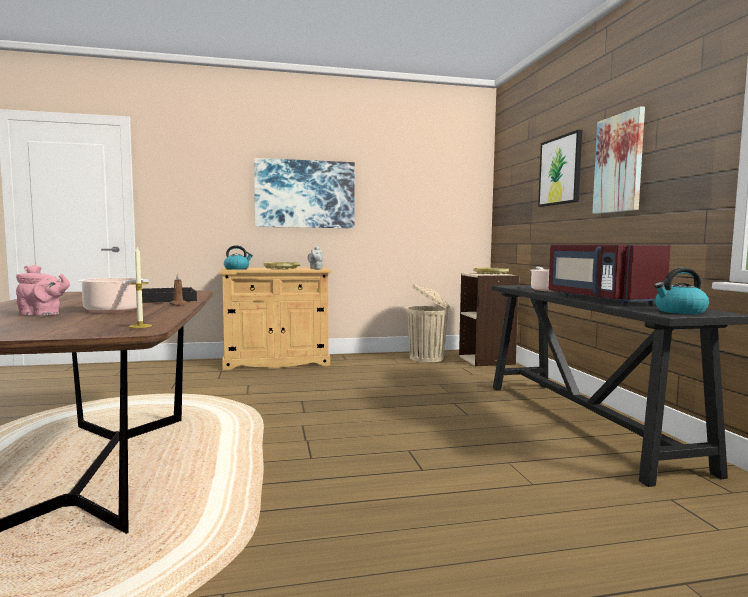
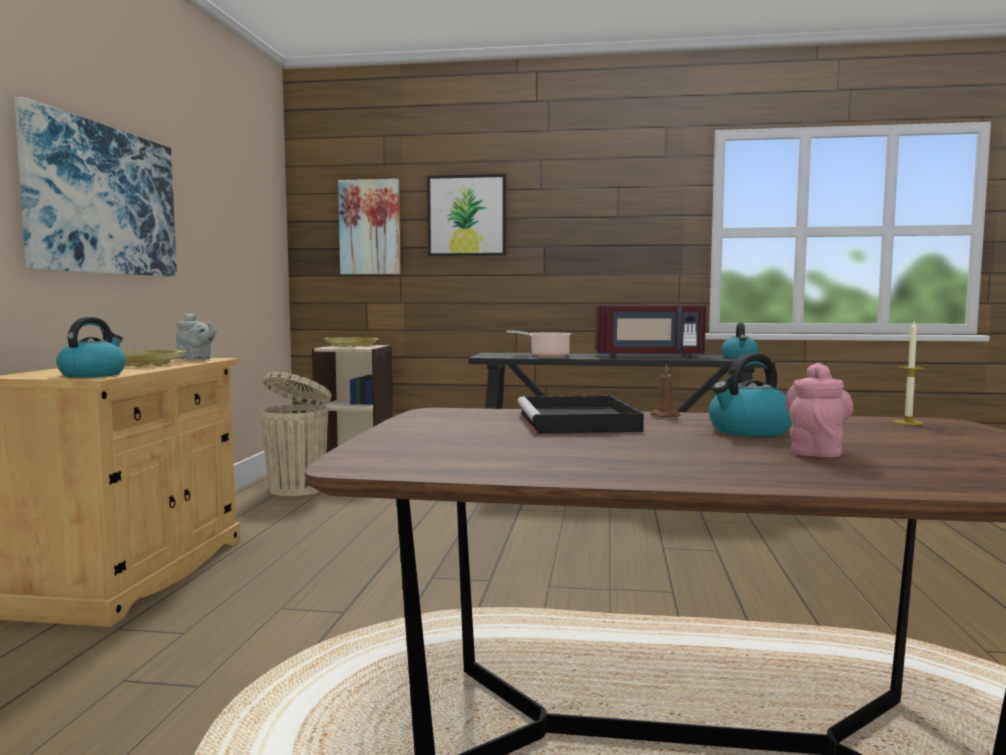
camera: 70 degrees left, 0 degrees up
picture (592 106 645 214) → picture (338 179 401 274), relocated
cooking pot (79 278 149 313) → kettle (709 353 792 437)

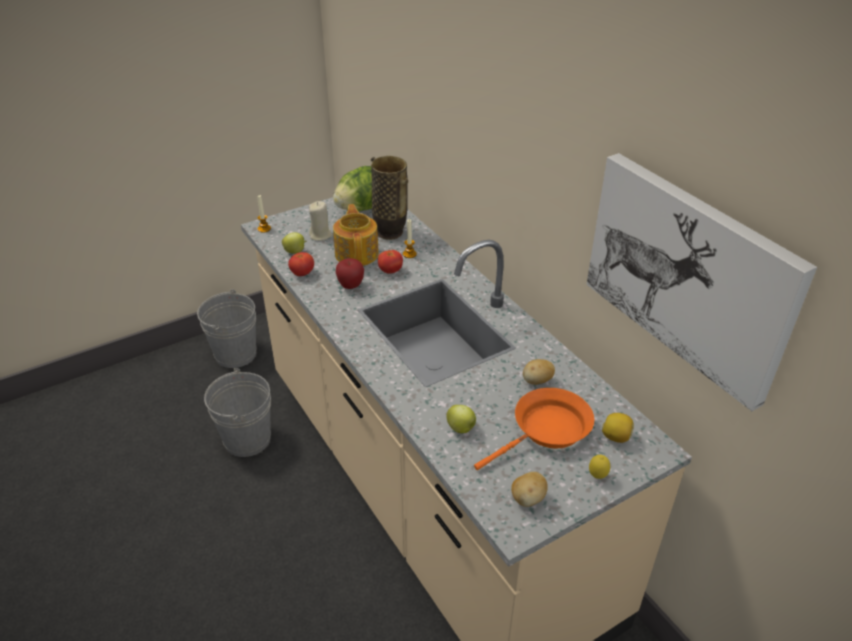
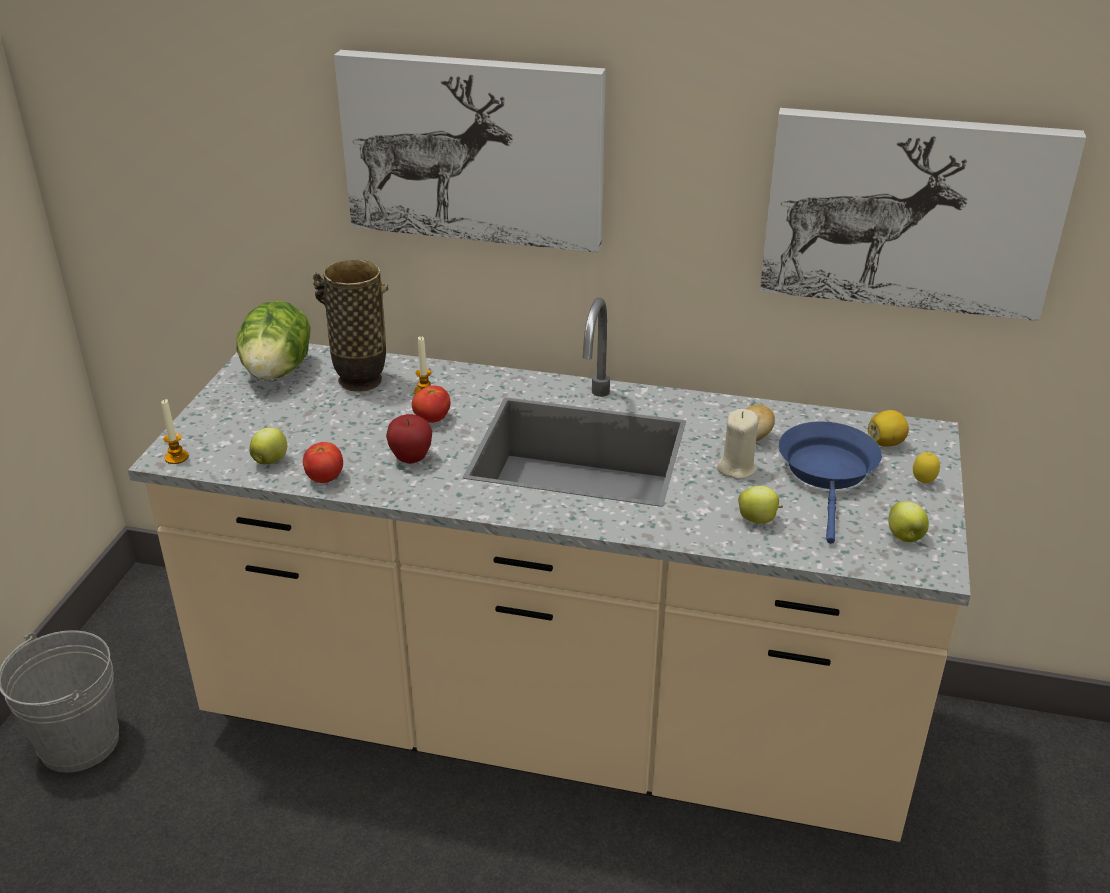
camera: 45 degrees left, 5 degrees down
beige candle (309 201 333 241) → beige candle (717 409 759 480), relocated
teapot (333 204 379 266) → -
grey bucket (204 368 271 457) → -
orange frying pan (474 388 594 470) → blue frying pan (779 421 882 544)
potato (511 472 548 507) → apple (888 501 929 542)
- → picture (334 50 606 253)

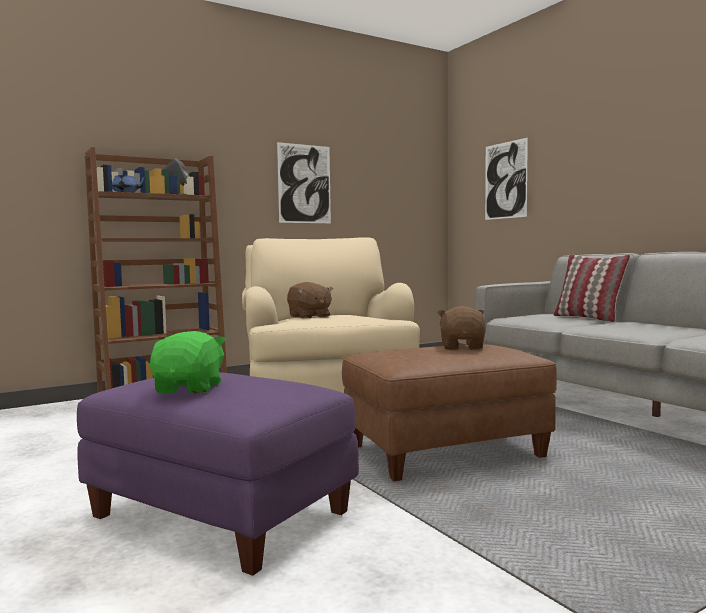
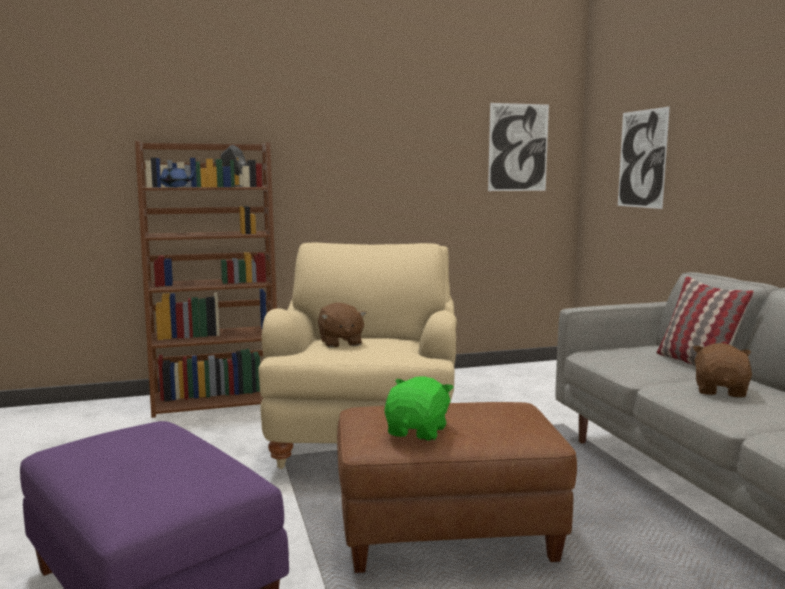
camera: 15 degrees right, 5 degrees up
picture (277 142 331 223) → picture (488 103 549 191), relocated
brown plush toy (437 306 486 350) → brown plush toy (693 343 752 398), relocated
green plush toy (150 331 227 394) → green plush toy (385 376 454 441), relocated

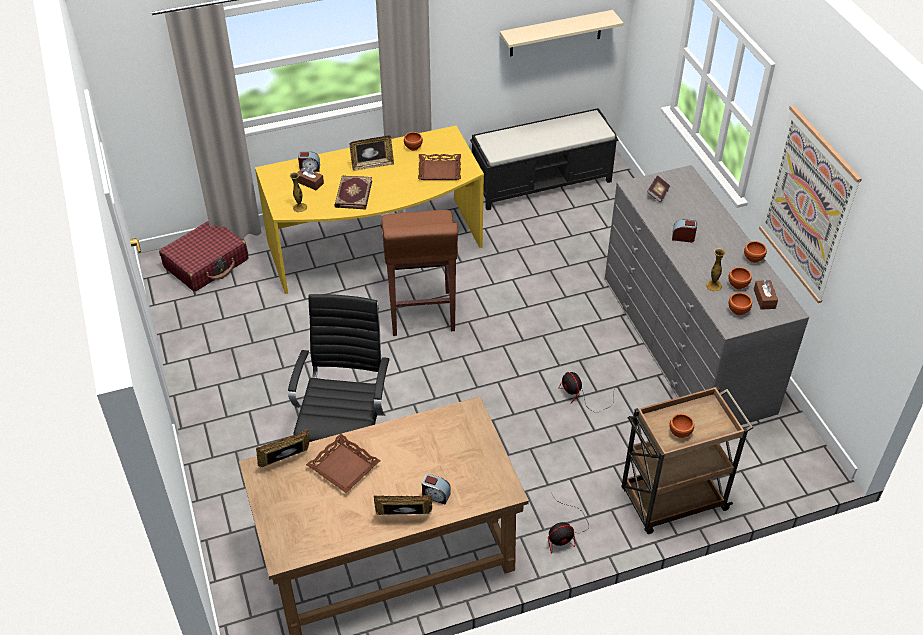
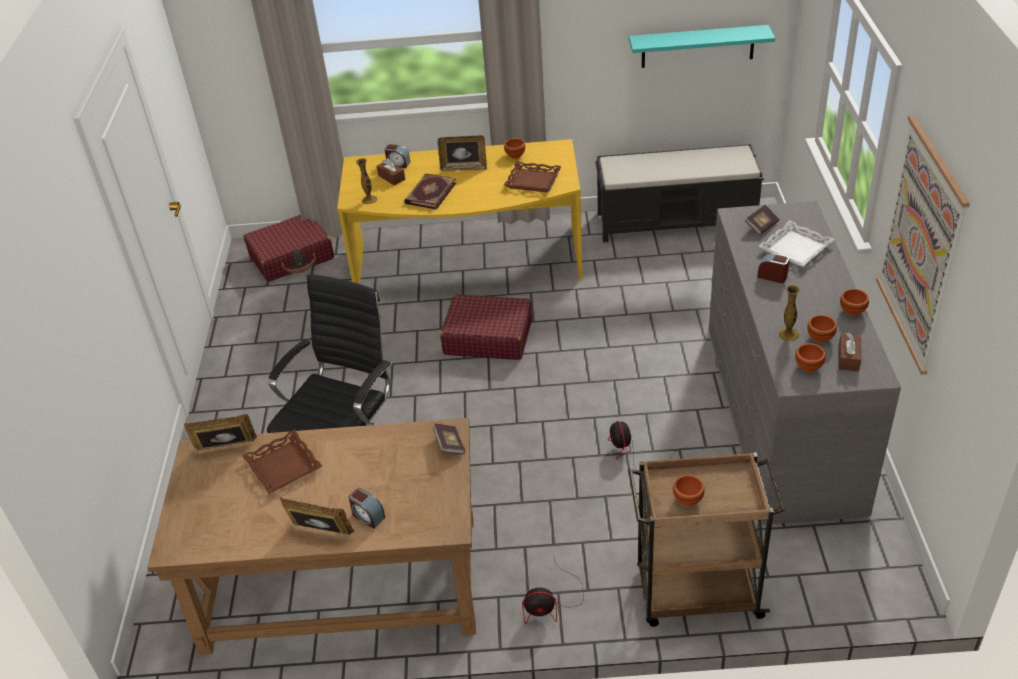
camera: 20 degrees right, 5 degrees down
beige shelf (500 10 623 56) → turquoise shelf (629 25 775 68)
brown stool (382 210 458 336) → red suitcase (440 295 532 360)
- → white tray (759 221 835 267)
- → book (433 423 465 454)

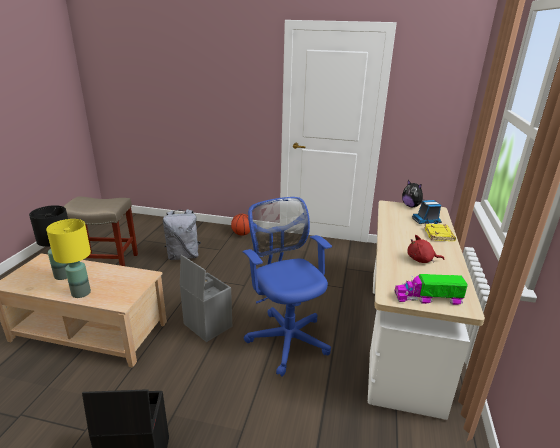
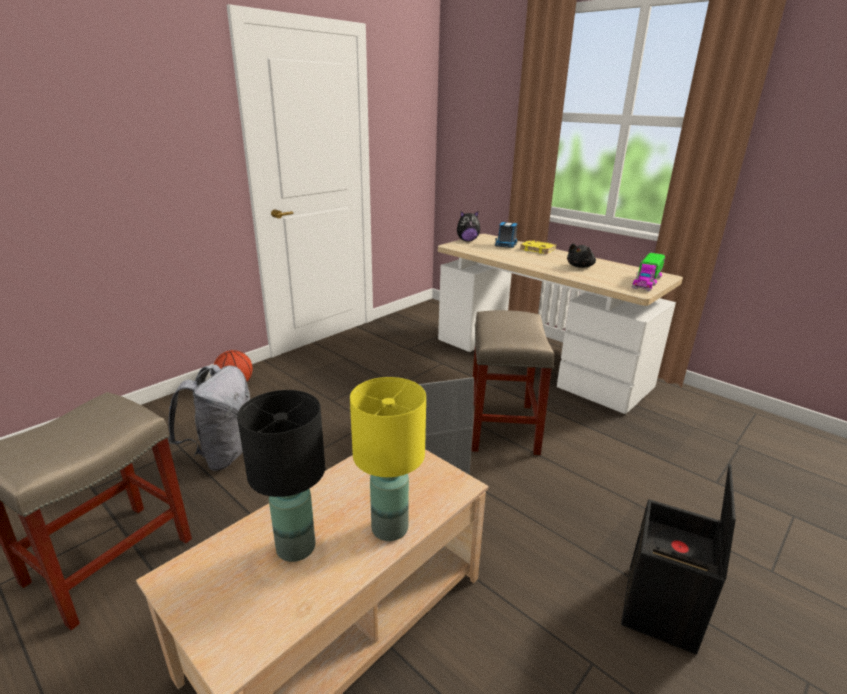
camera: 60 degrees left, 0 degrees up
blue office chair (242 197 332 377) → beige stool (471 310 554 455)
red plush toy (407 235 444 263) → black plush toy (567 243 596 268)

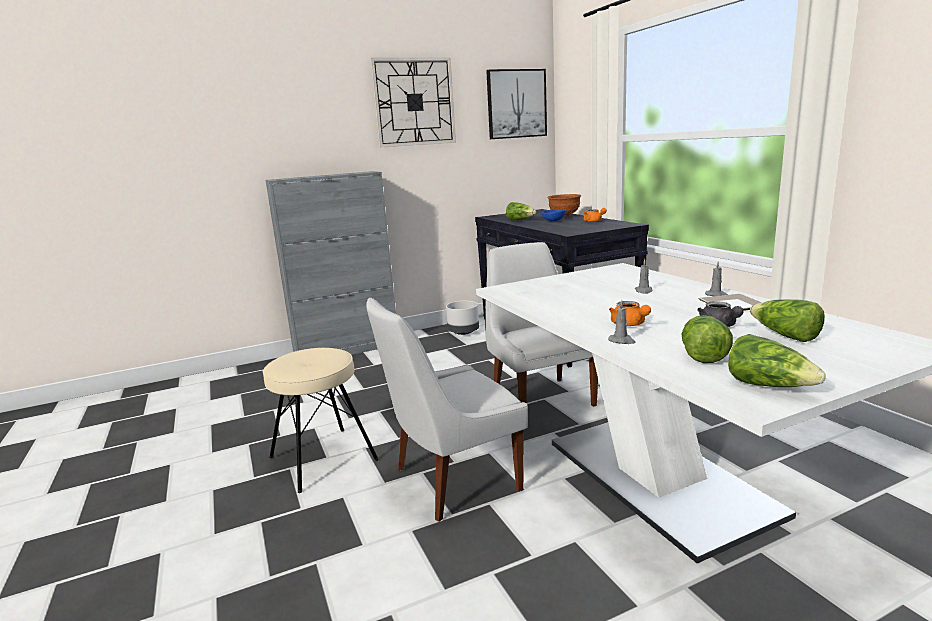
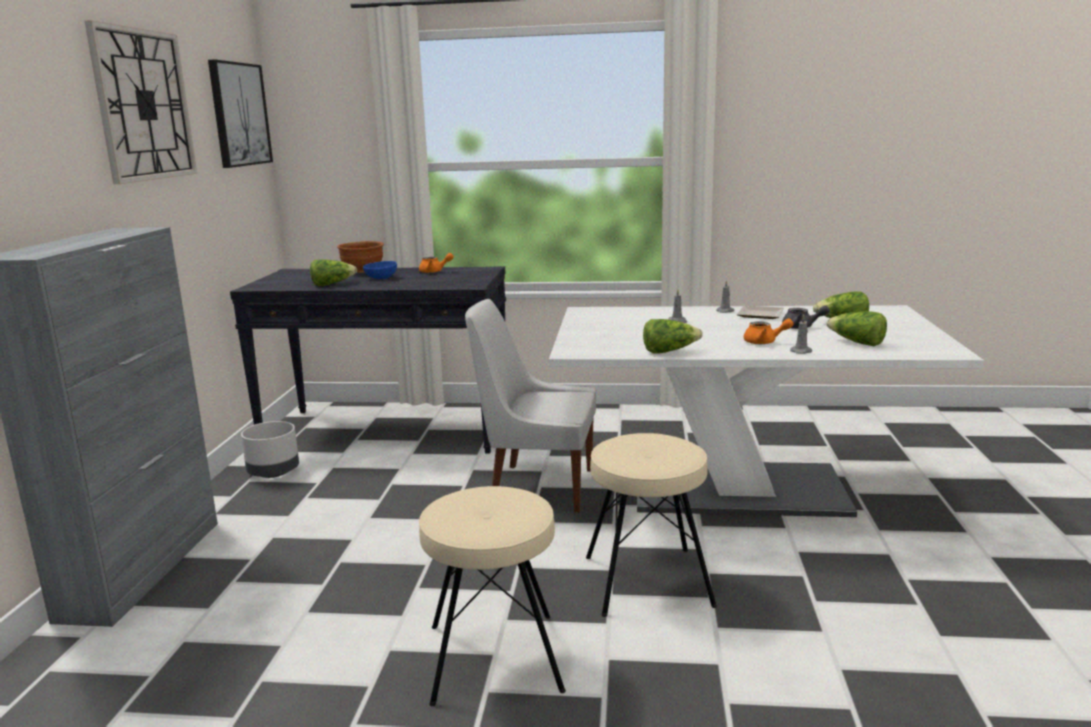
camera: 60 degrees left, 0 degrees up
white chair (366 297 528 522) → beige stool (586 433 717 617)
lettuce (728 334 826 387) → lettuce (643 319 703 353), relocated

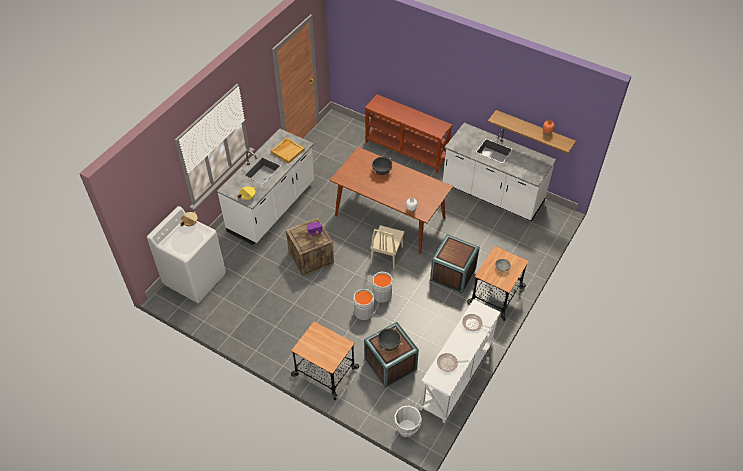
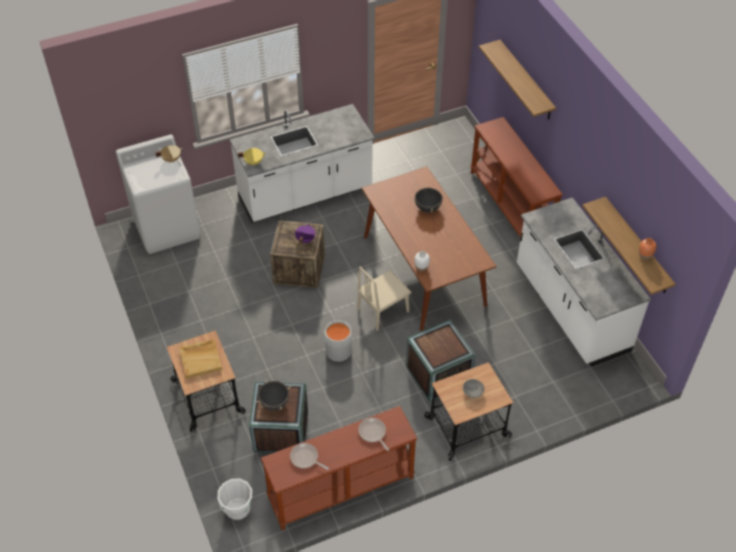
camera: 35 degrees right, 0 degrees up
beige tray (271 138 305 164) → beige tray (179 339 222 379), relocated
grey bucket (353 289 379 320) → -
white console table (419 299 500 423) → brown console table (261 406 417 530)
- → shelf (479 40 556 120)

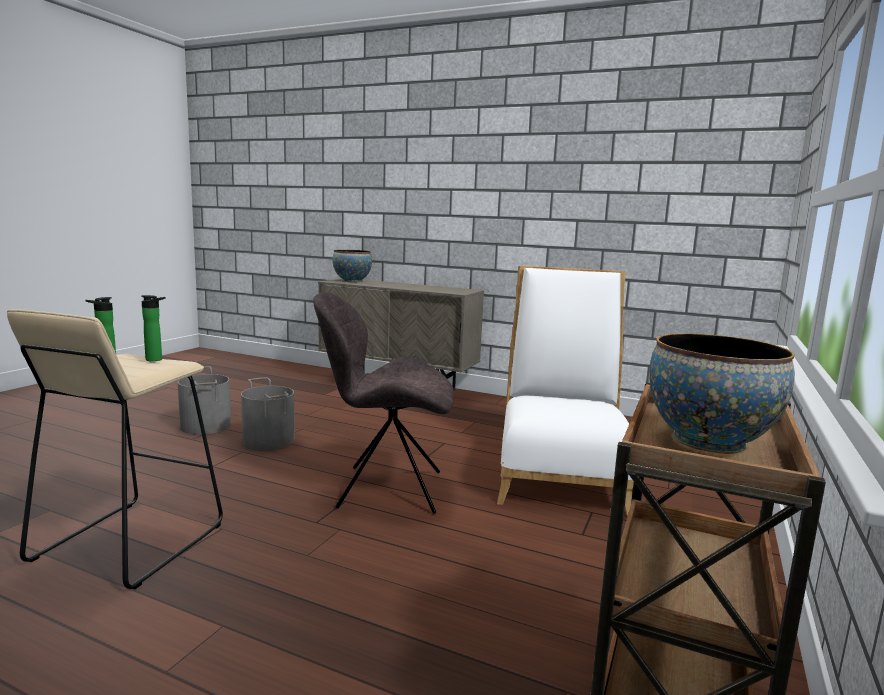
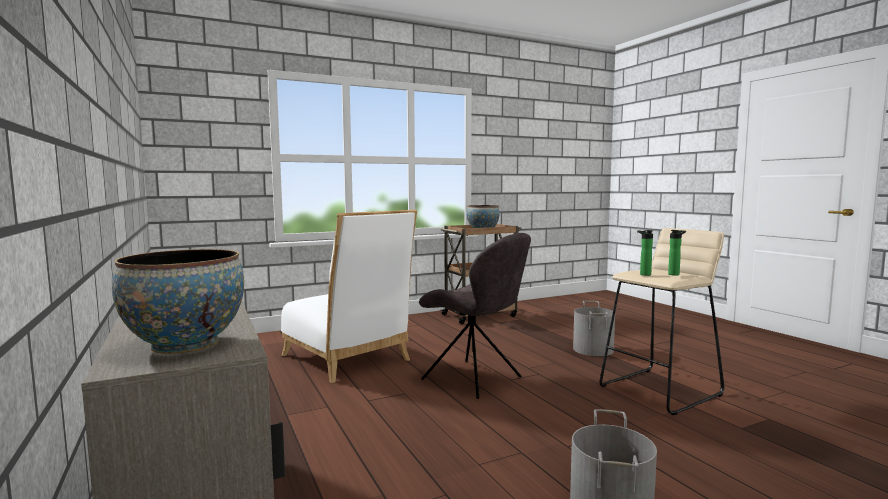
camera: 140 degrees left, 5 degrees down
white chair (497 266 634 517) → white chair (281 210 417 383), 90 degrees counterclockwise
grey bucket (241 377 295 450) → grey bucket (573 301 615 356), relocated

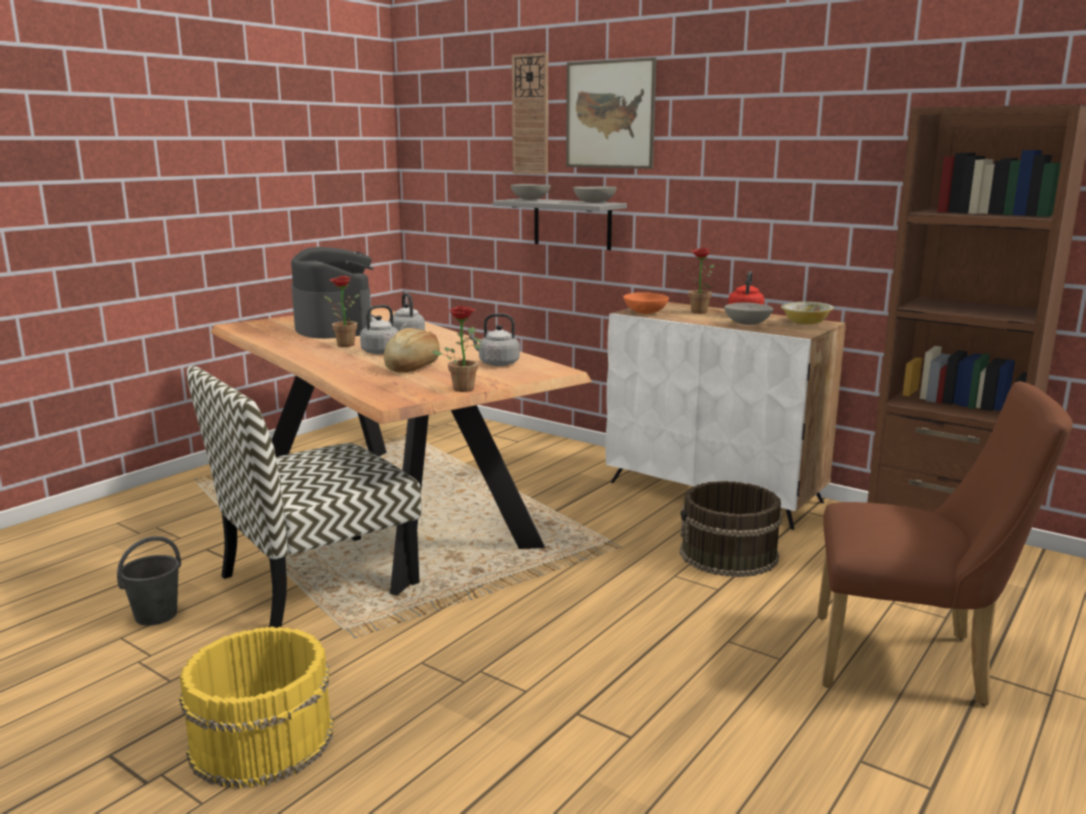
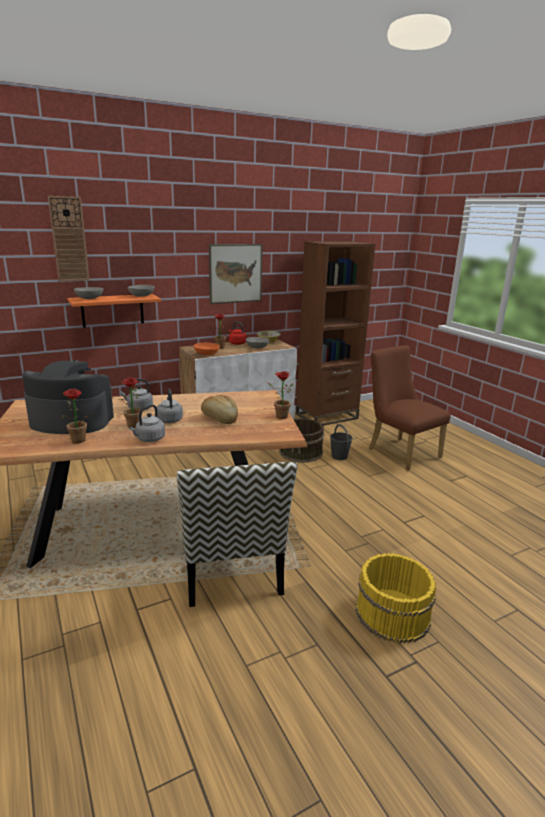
camera: 65 degrees left, 5 degrees up
picture (566 57 657 169) → picture (209 244 262 304), relocated
grey shelf (493 198 627 250) → orange shelf (68 294 161 328)
grey kettle (469 313 520 366) → grey kettle (129 405 165 442), relocated
brown chair (817 381 1073 706) → brown chair (369 345 451 471), 75 degrees counterclockwise
grey bucket (117 536 181 626) → grey bucket (330 424 353 460), relocated
- → potted plant (60 389 96 443)

